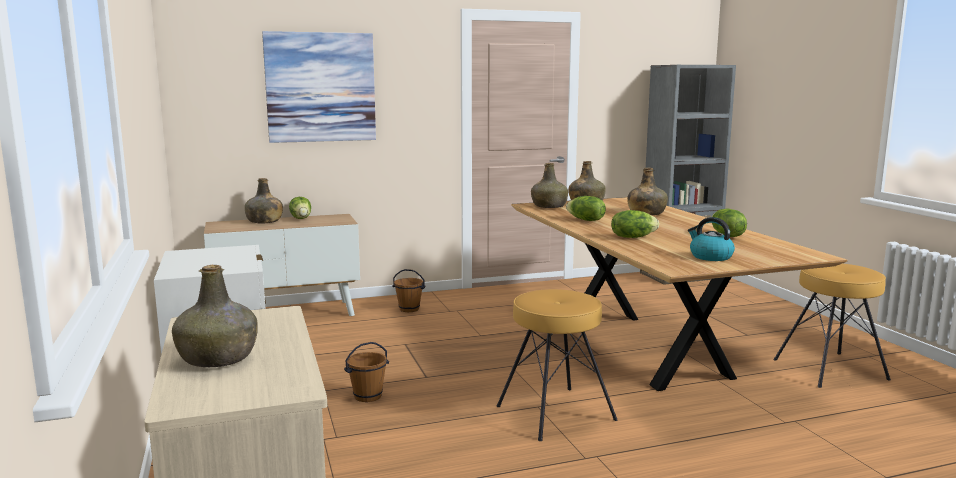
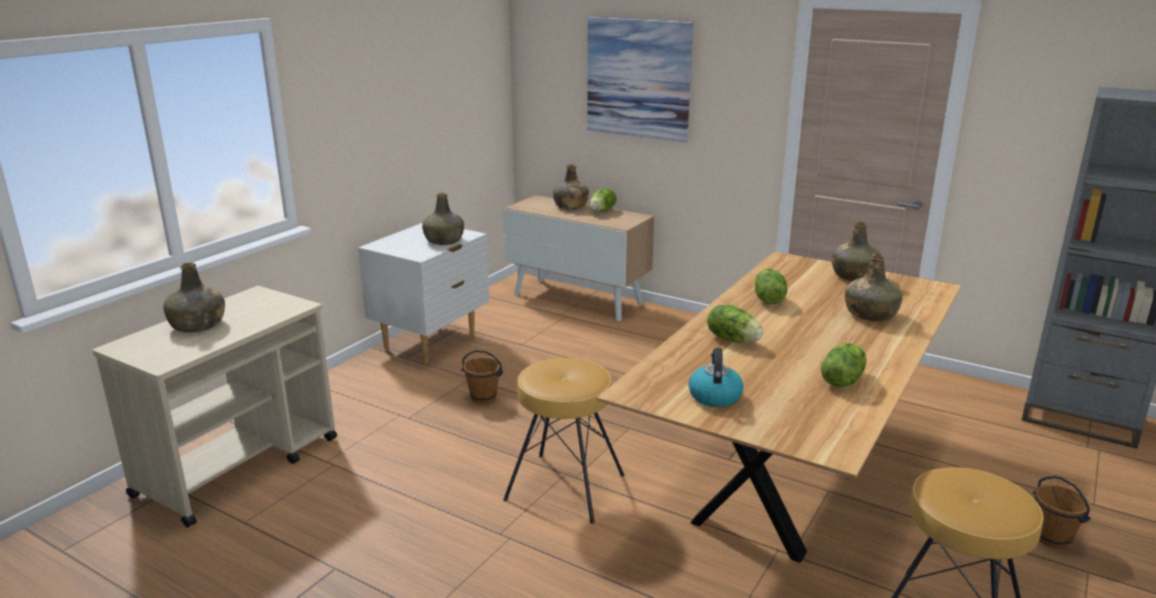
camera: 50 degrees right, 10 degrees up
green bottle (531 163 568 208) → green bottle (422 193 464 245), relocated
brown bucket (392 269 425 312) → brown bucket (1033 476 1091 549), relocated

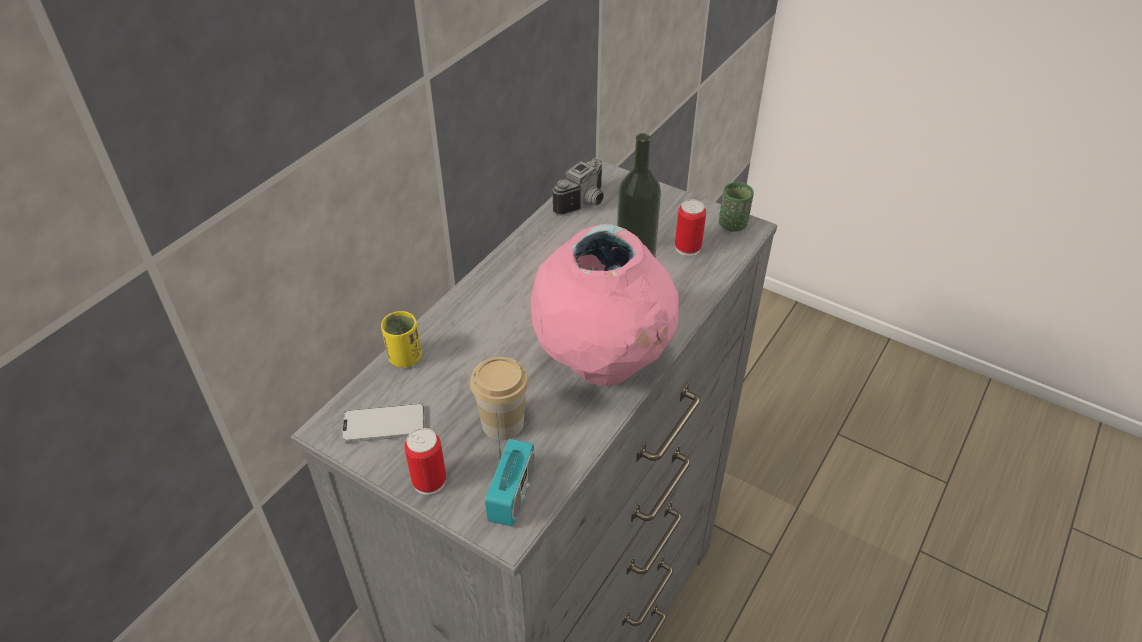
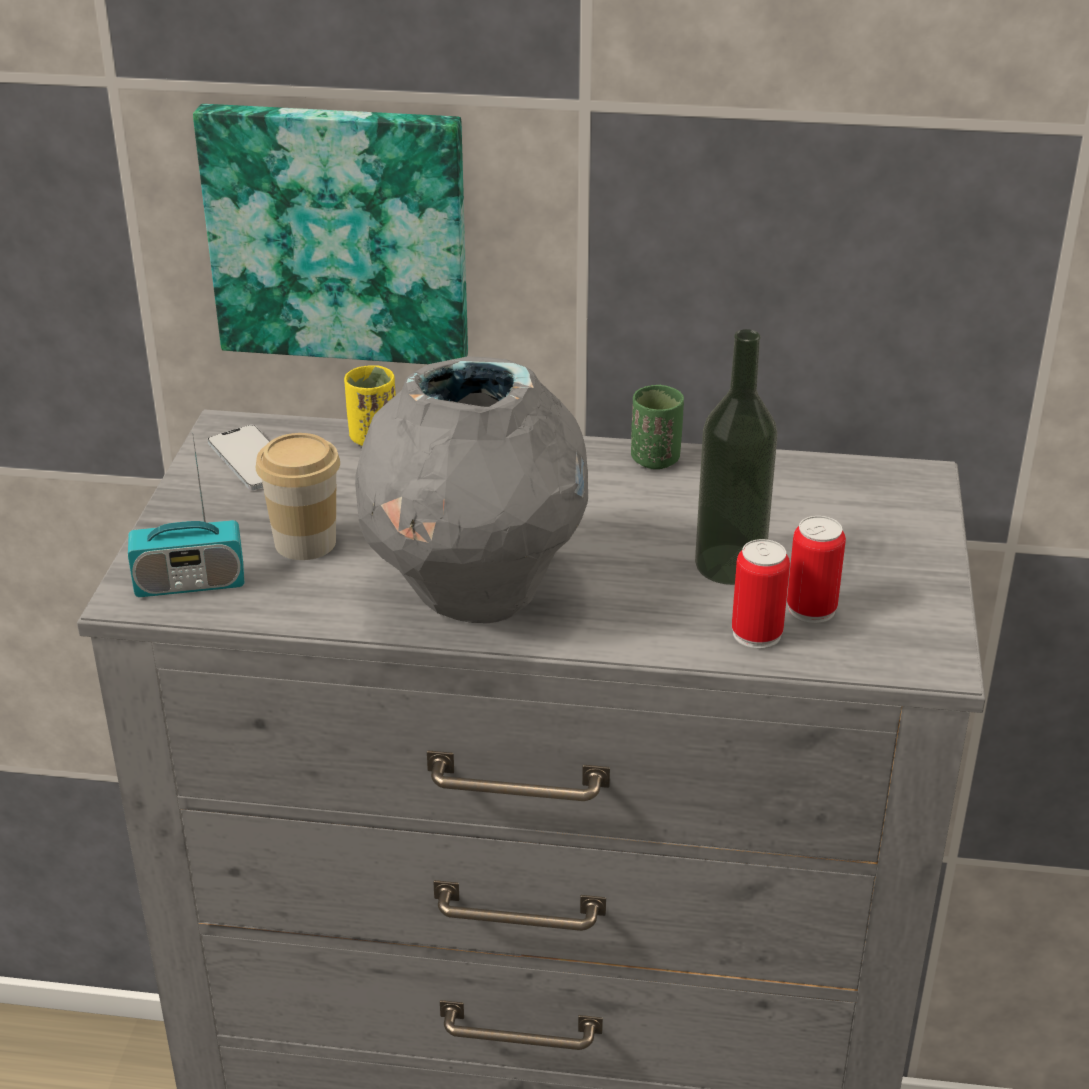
camera: 65 degrees right, 10 degrees down
photo camera (553 159 604 215) → -
green cup (719 182 754 232) → green cup (631 385 684 469), relocated
pink vase (531 224 679 386) → grey vase (355 356 588 623)
can (404 428 446 495) → can (732 539 790 649), relocated
- → picture (193 104 468 364)

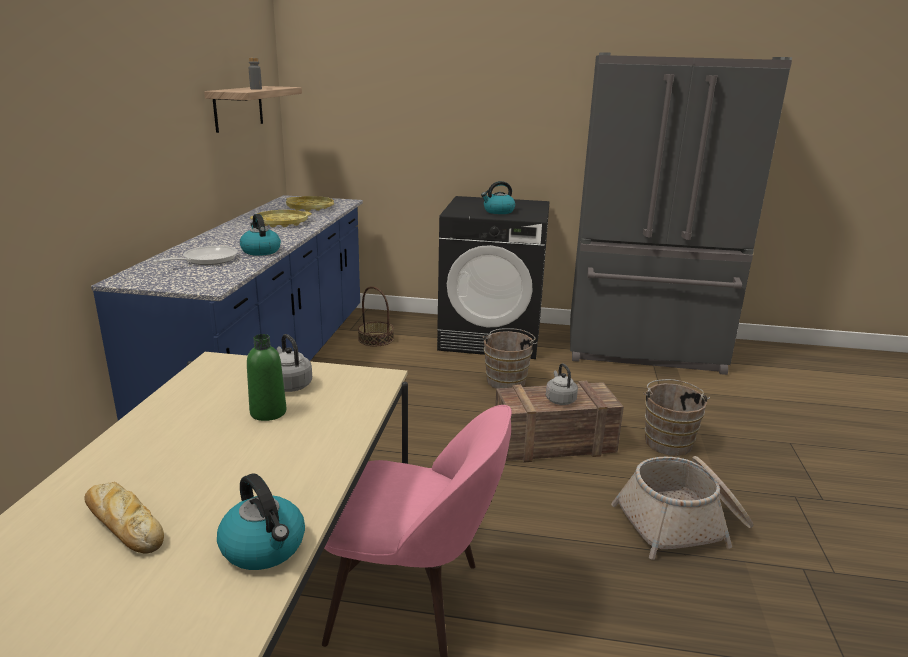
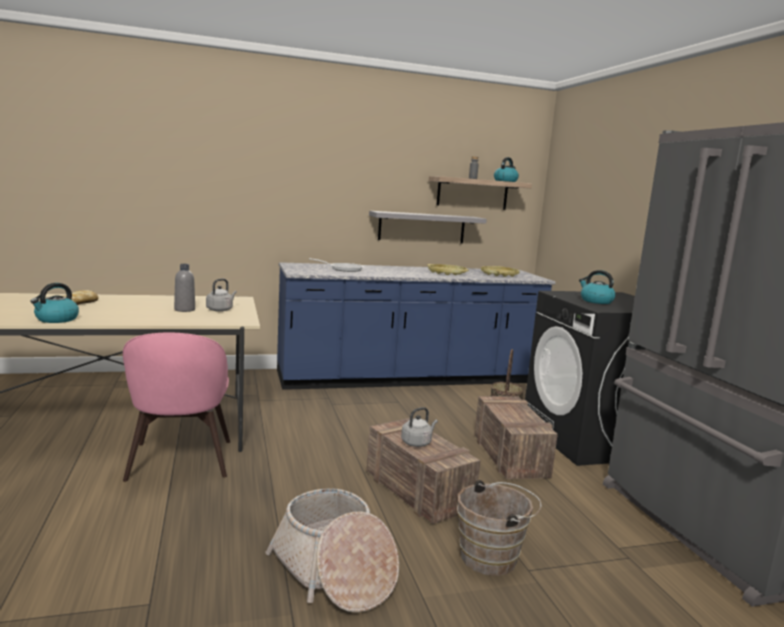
camera: 65 degrees right, 10 degrees down
kettle (240 214 281 256) → kettle (494 157 519 182), relocated
brown bucket (483 328 537 389) → crate (474 396 558 479)
green bottle (247 334 286 421) → grey bottle (174 264 195 312)
- → grey shelf (369 211 487 244)

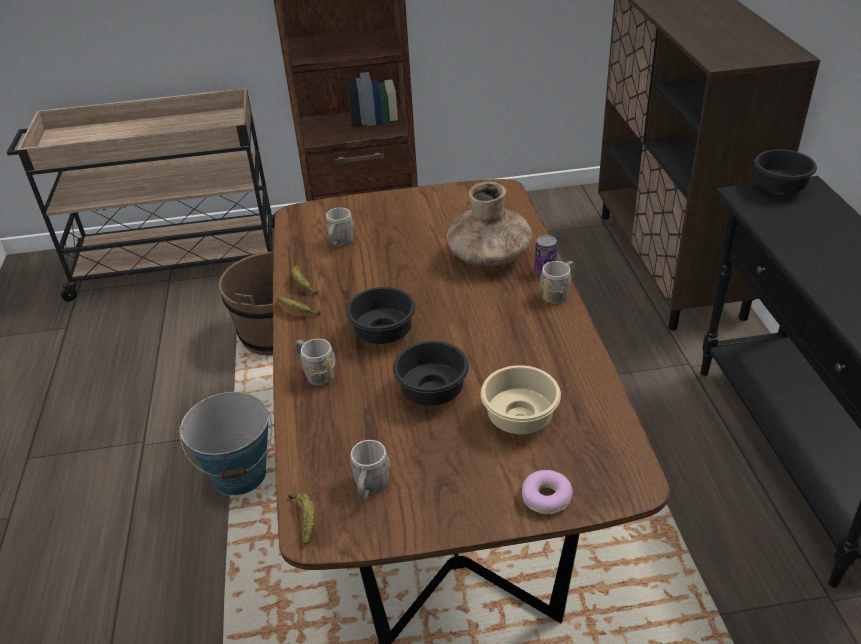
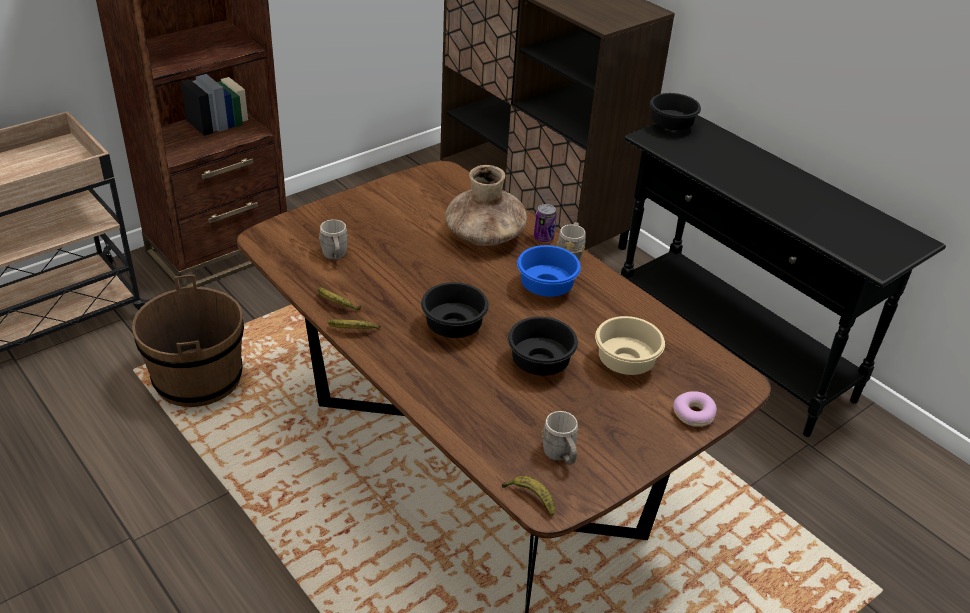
camera: 35 degrees left, 0 degrees up
grey mug (295 339 335 386) → -
bucket (179 392 272 496) → -
- → blue bowl (517 245 581 297)

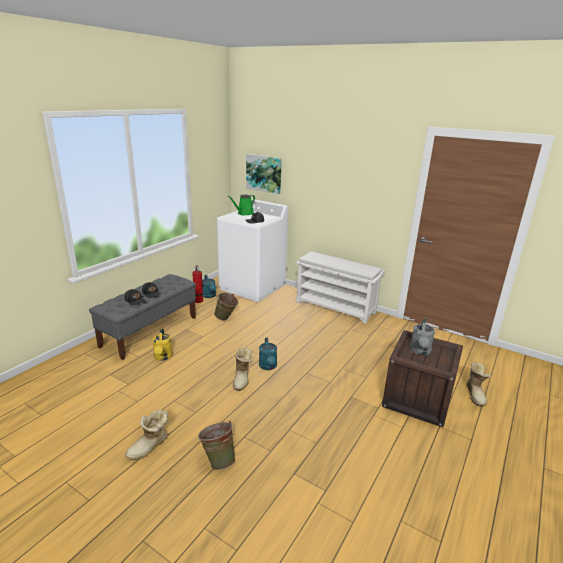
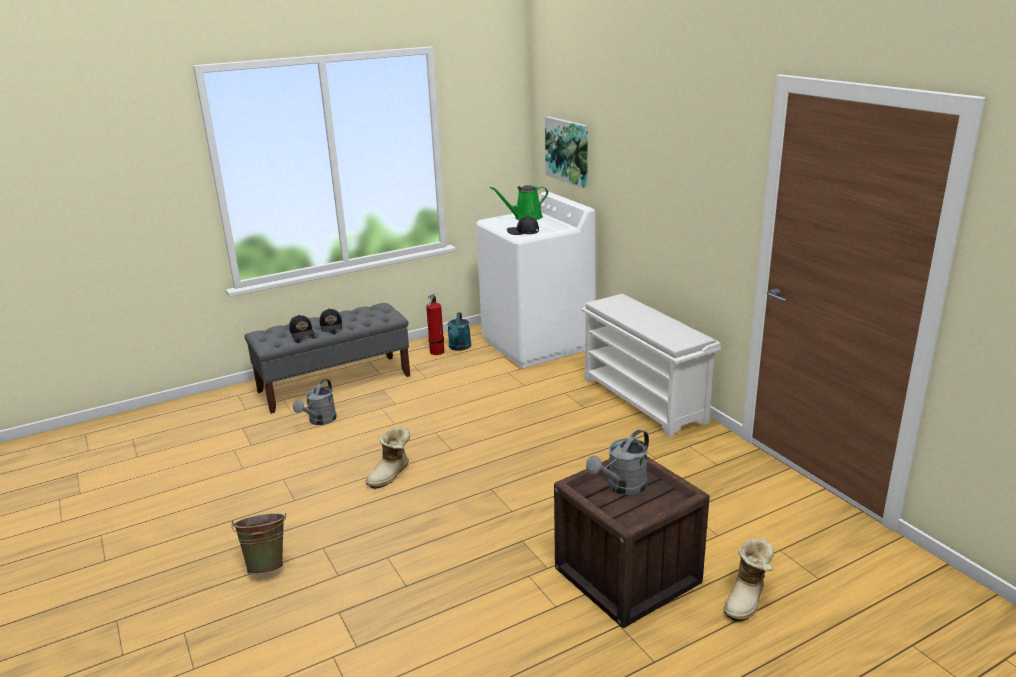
camera: 30 degrees right, 0 degrees up
green bucket (214 293 238 320) → -
yellow watering can (152 329 173 361) → grey watering can (293 379 337 425)
turquoise watering can (259 338 277 370) → -
boot (125 410 168 460) → -

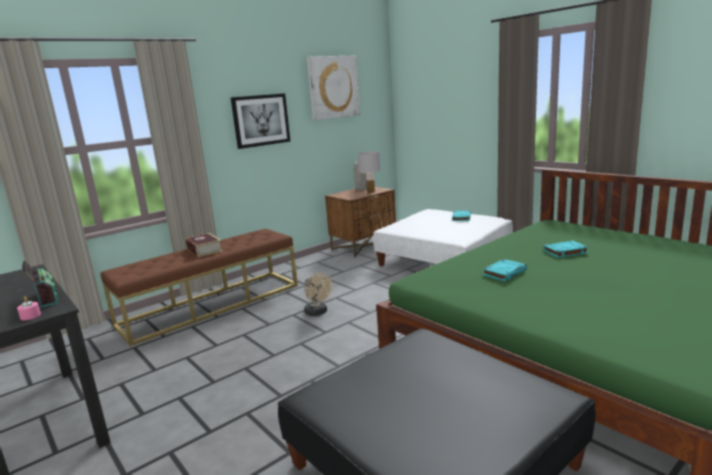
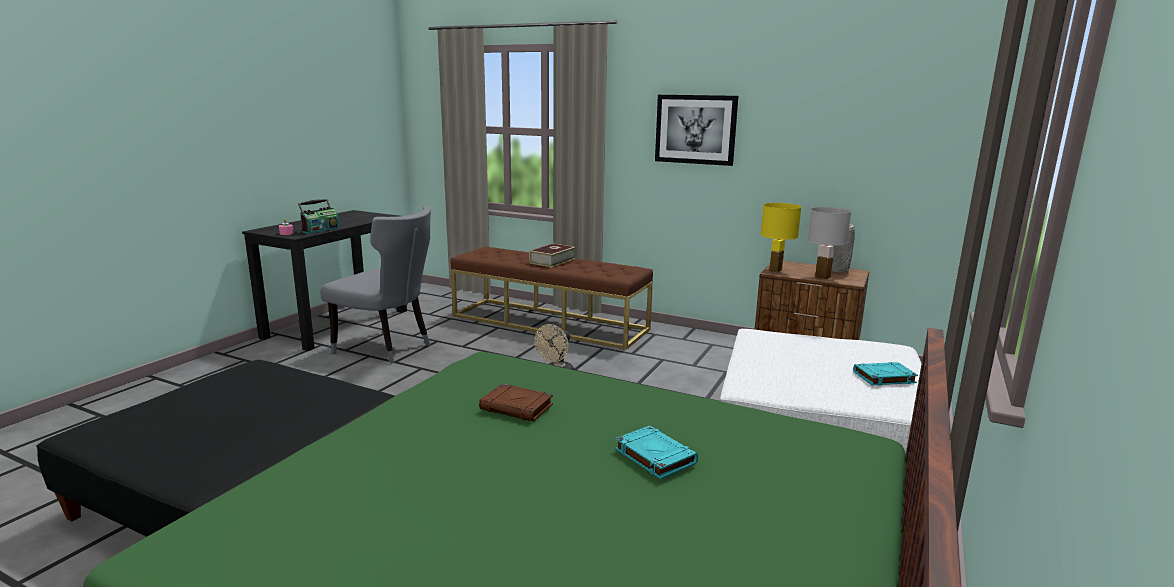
camera: 65 degrees right, 0 degrees up
picture (307 56 360 120) → -
turquoise book (483 259 527 281) → brown book (479 384 553 421)
- → yellow table lamp (760 203 801 272)
- → grey chair (320 206 431 364)

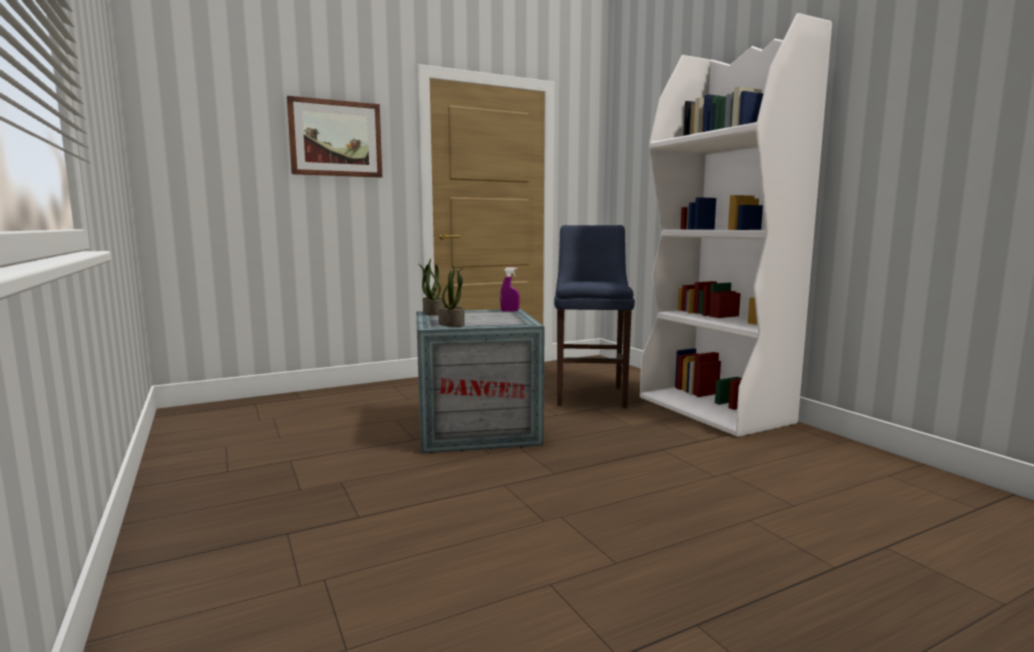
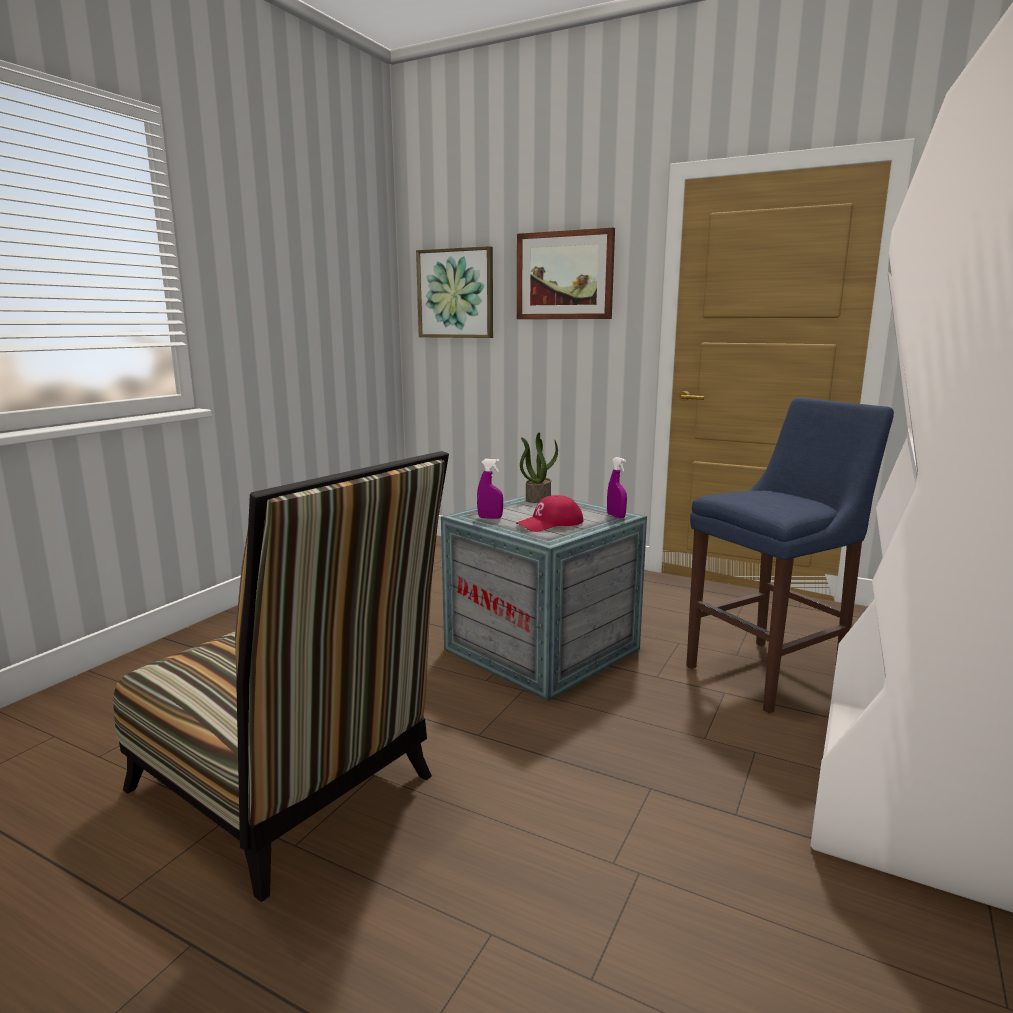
camera: 55 degrees right, 5 degrees up
potted plant (438 263 465 327) → purple spray bottle (477 459 503 519)
- → picture (416 246 493 338)
- → chair (113 451 449 902)
- → red cap (516 495 583 532)

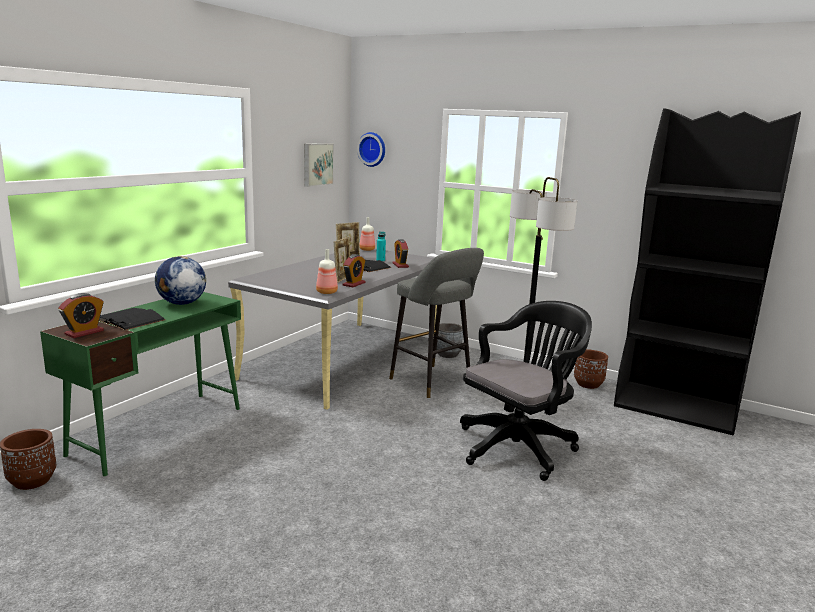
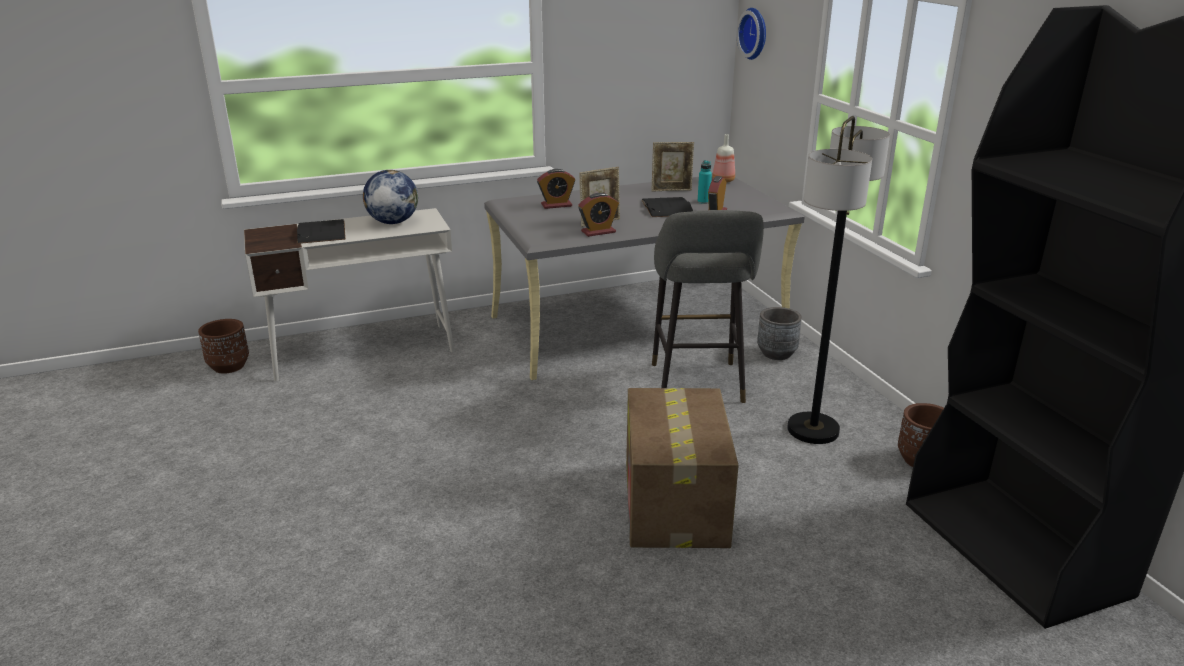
camera: 40 degrees right, 10 degrees up
picture (304 143 334 187) → -
bottle (316 249 338 294) → -
green desk (40 292 241 476) → white desk (244 208 454 381)
alarm clock (58 293 104 338) → alarm clock (537 169 575 209), relocated
black office chair (460 301 592 481) → cardboard box (626 388 739 548)

